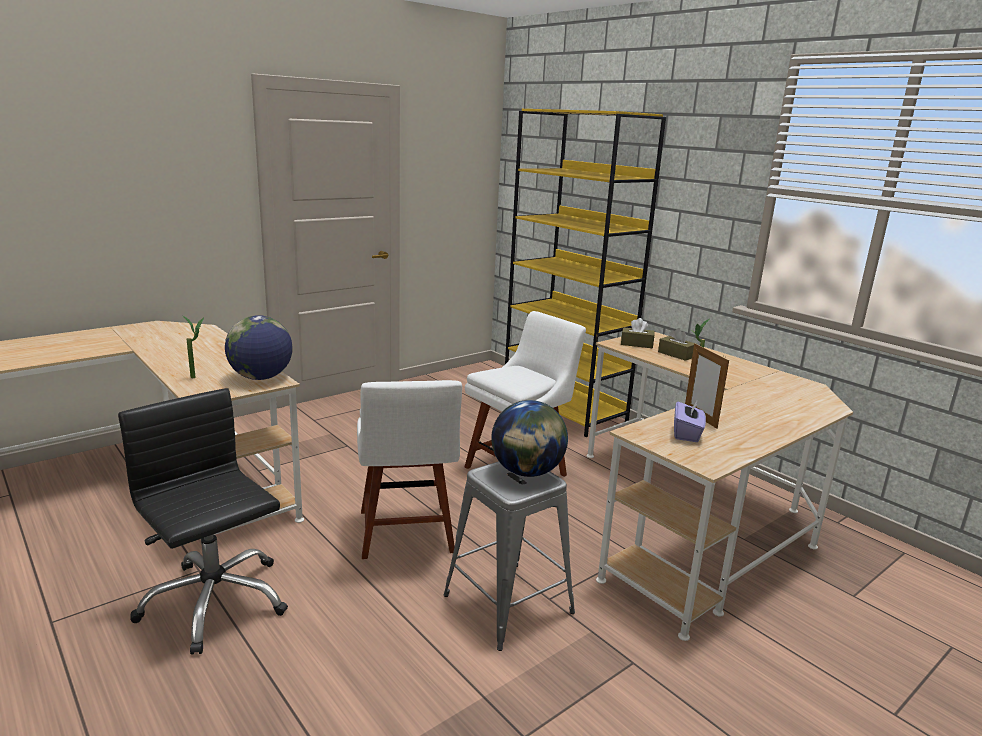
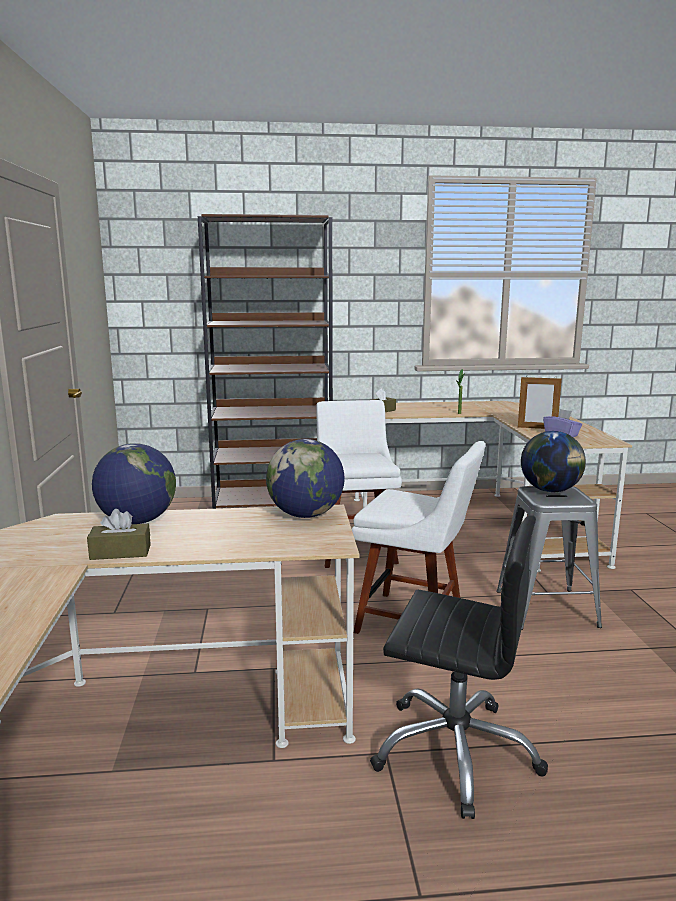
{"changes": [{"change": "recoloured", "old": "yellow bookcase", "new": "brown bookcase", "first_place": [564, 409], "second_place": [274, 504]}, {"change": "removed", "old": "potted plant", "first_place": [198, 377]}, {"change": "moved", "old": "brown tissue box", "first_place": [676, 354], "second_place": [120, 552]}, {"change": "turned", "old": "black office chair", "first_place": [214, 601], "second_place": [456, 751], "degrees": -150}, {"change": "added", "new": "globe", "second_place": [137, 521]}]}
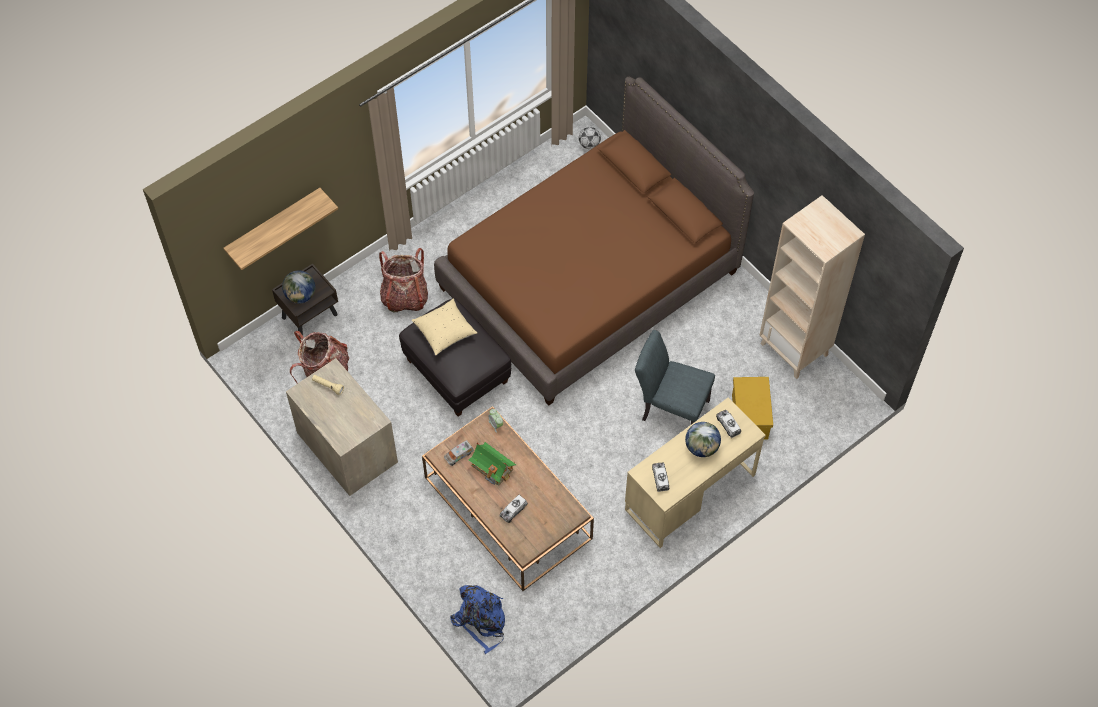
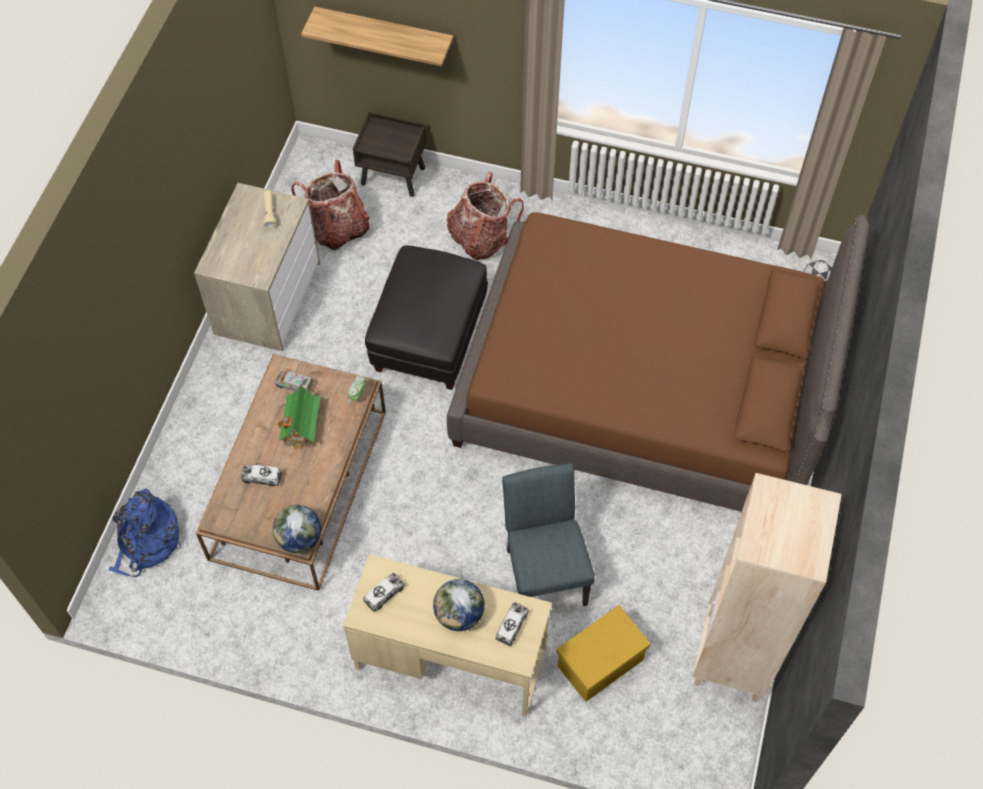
{"changes": [{"change": "moved", "old": "globe", "first_place": [301, 296], "second_place": [299, 539]}, {"change": "removed", "old": "beige pillow", "first_place": [445, 332]}]}
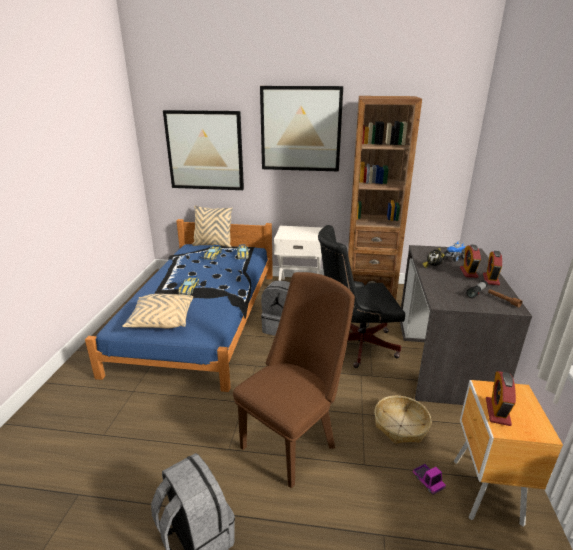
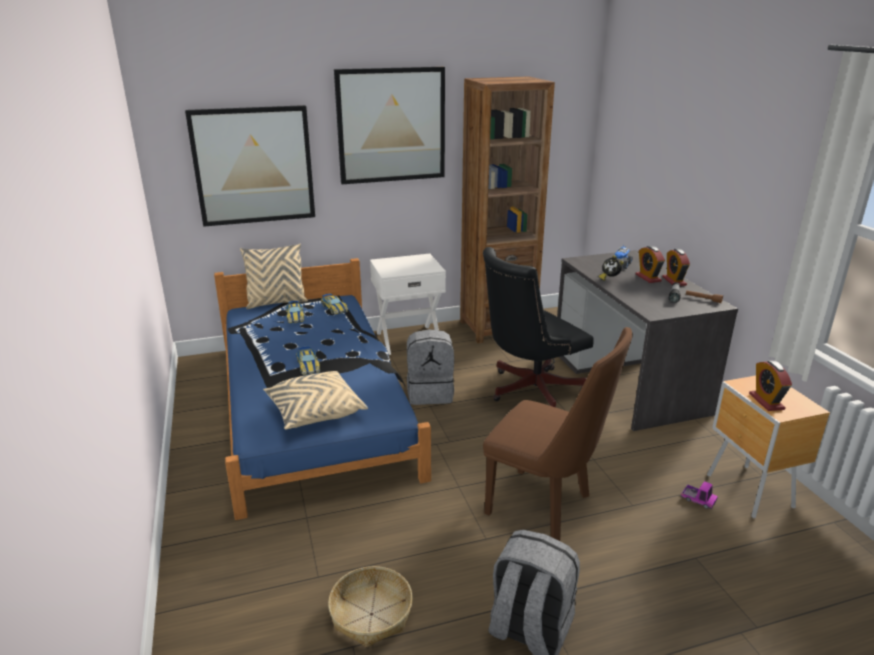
{"changes": [{"change": "turned", "old": "brown chair", "first_place": [293, 441], "second_place": [547, 508], "degrees": 105}, {"change": "moved", "old": "basket", "first_place": [400, 426], "second_place": [371, 614]}]}
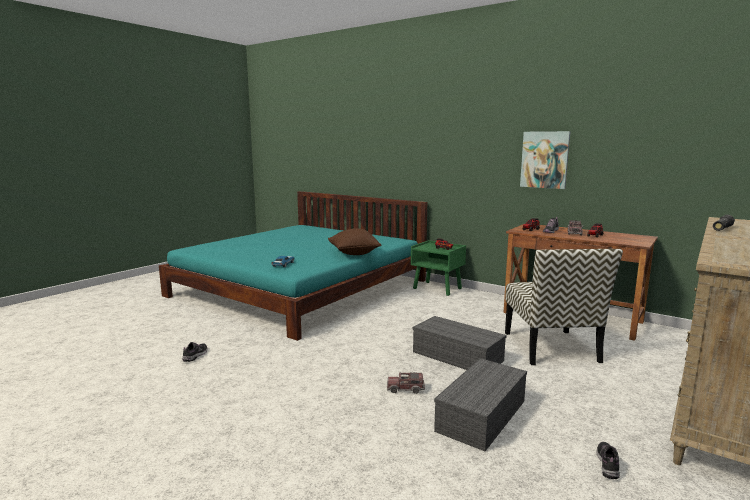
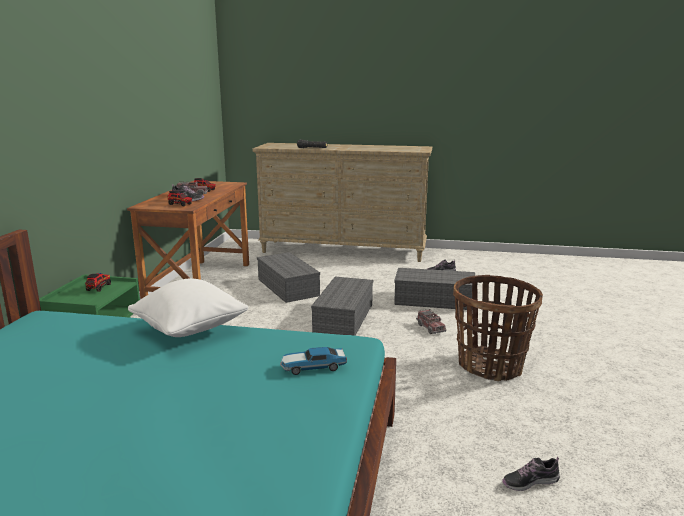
{"changes": [{"change": "removed", "old": "picture", "first_place": [544, 159]}, {"change": "recoloured", "old": "brown pillow", "new": "white pillow", "first_place": [354, 254], "second_place": [190, 331]}, {"change": "replaced", "old": "chair", "new": "grey storage box", "first_place": [551, 348], "second_place": [289, 287]}, {"change": "added", "new": "basket", "second_place": [490, 366]}]}
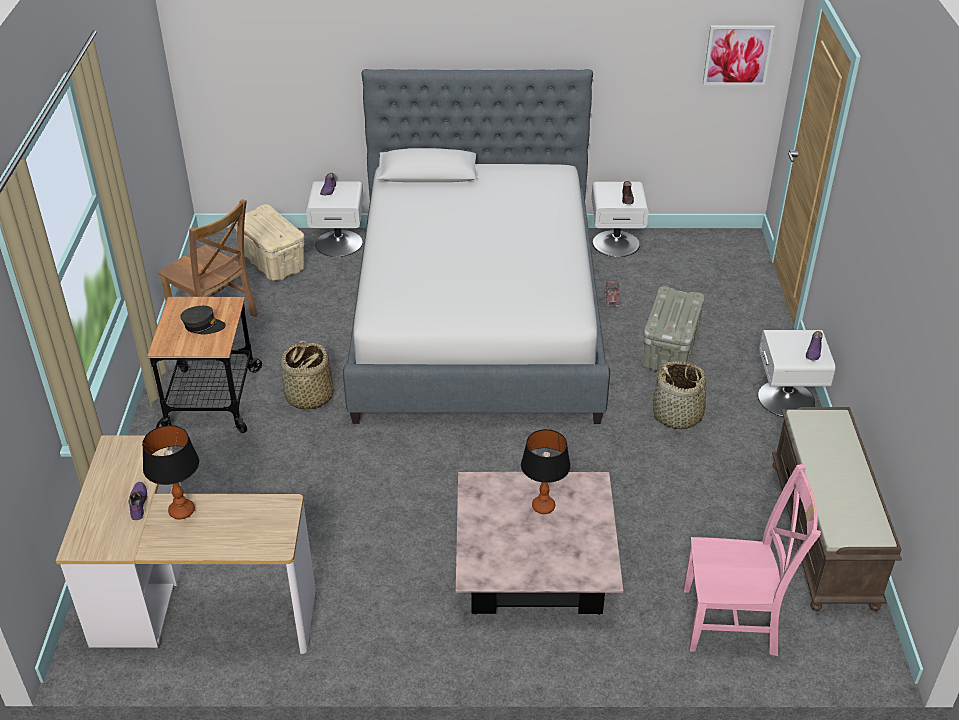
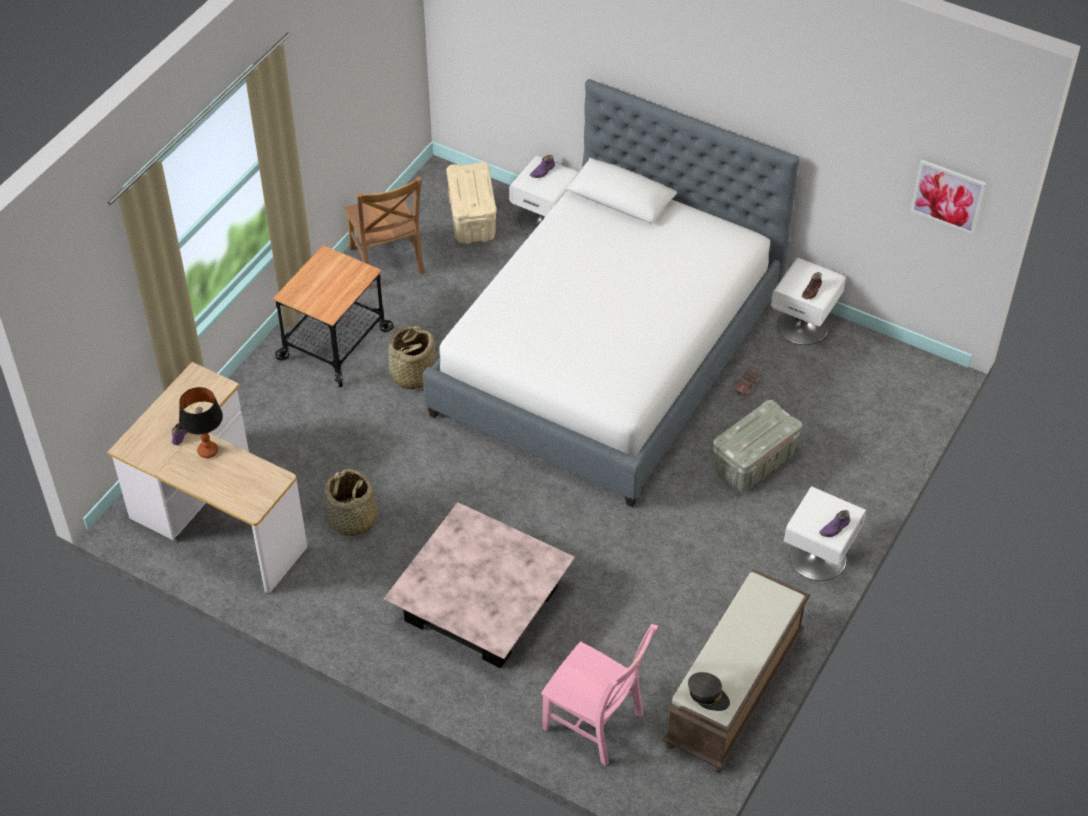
{"changes": [{"change": "moved", "old": "grey cap", "first_place": [203, 326], "second_place": [708, 695]}, {"change": "moved", "old": "basket", "first_place": [678, 415], "second_place": [352, 519]}, {"change": "removed", "old": "table lamp", "first_place": [543, 506]}]}
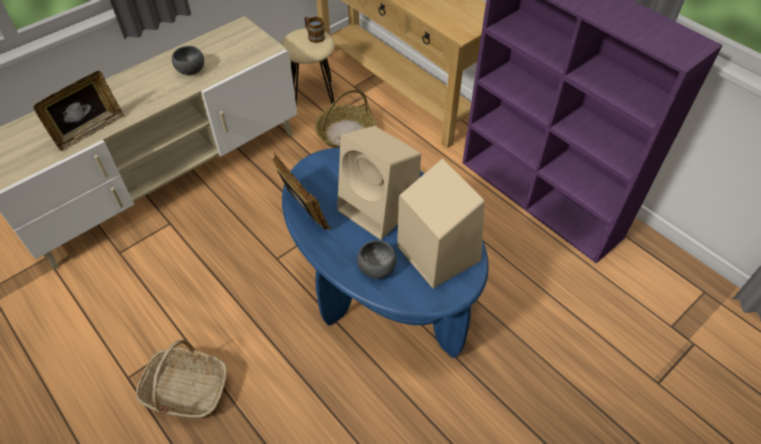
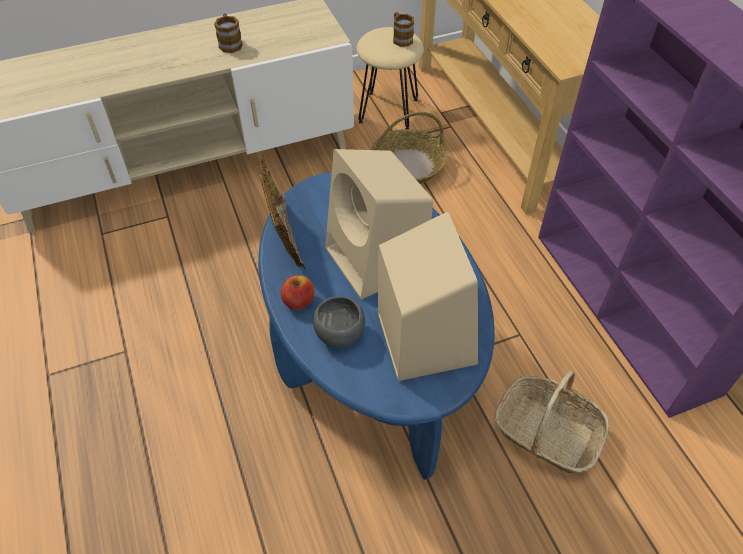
{"changes": [{"change": "replaced", "old": "grey bowl", "new": "mug", "first_place": [190, 70], "second_place": [230, 43]}, {"change": "removed", "old": "picture frame", "first_place": [89, 130]}, {"change": "moved", "old": "basket", "first_place": [186, 390], "second_place": [546, 432]}, {"change": "added", "new": "apple", "second_place": [298, 301]}]}
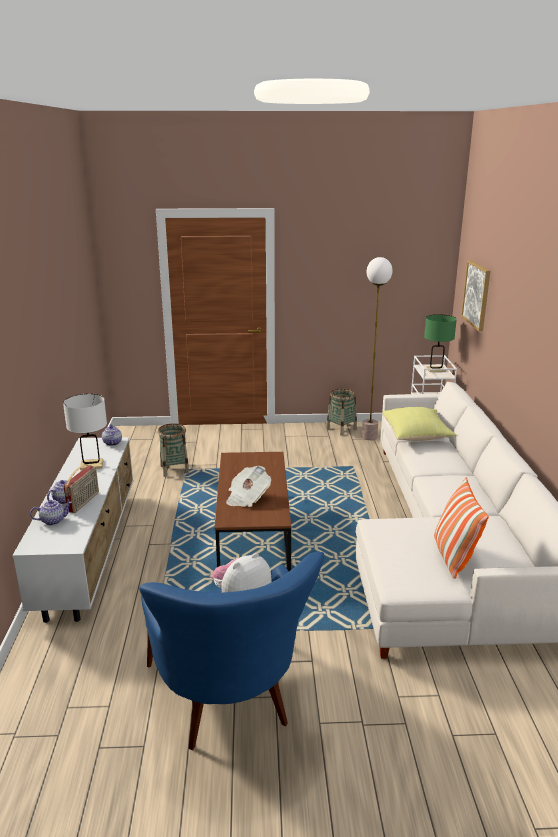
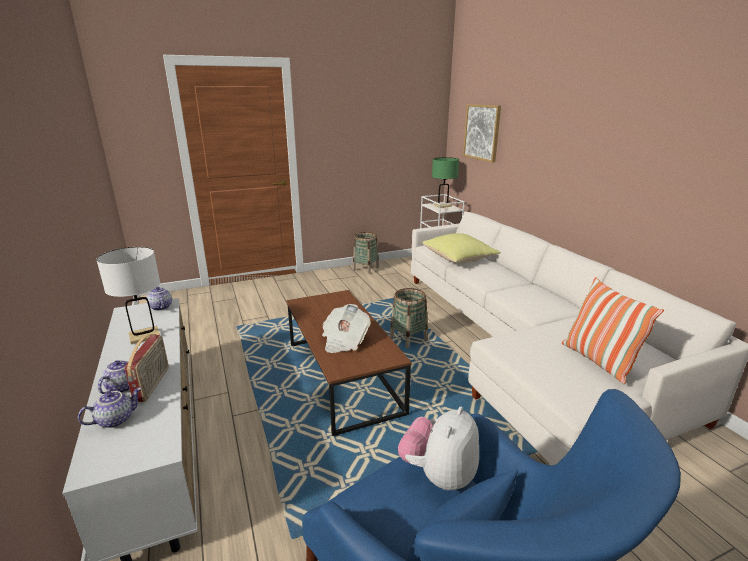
{"changes": [{"change": "removed", "old": "floor lamp", "first_place": [369, 437]}, {"change": "moved", "old": "basket", "first_place": [174, 469], "second_place": [408, 338]}]}
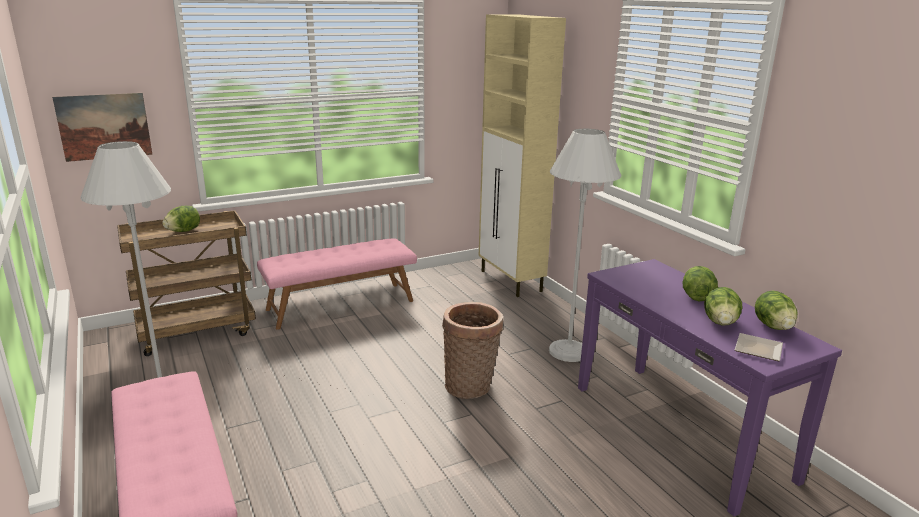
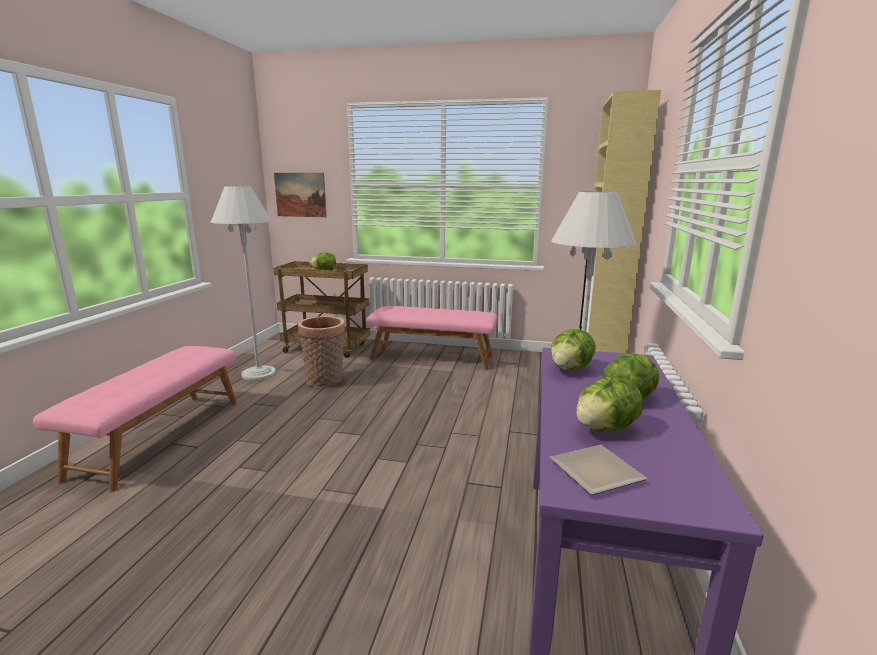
{"changes": [{"change": "moved", "old": "lettuce", "first_place": [773, 327], "second_place": [570, 369]}, {"change": "moved", "old": "basket", "first_place": [471, 386], "second_place": [325, 381]}]}
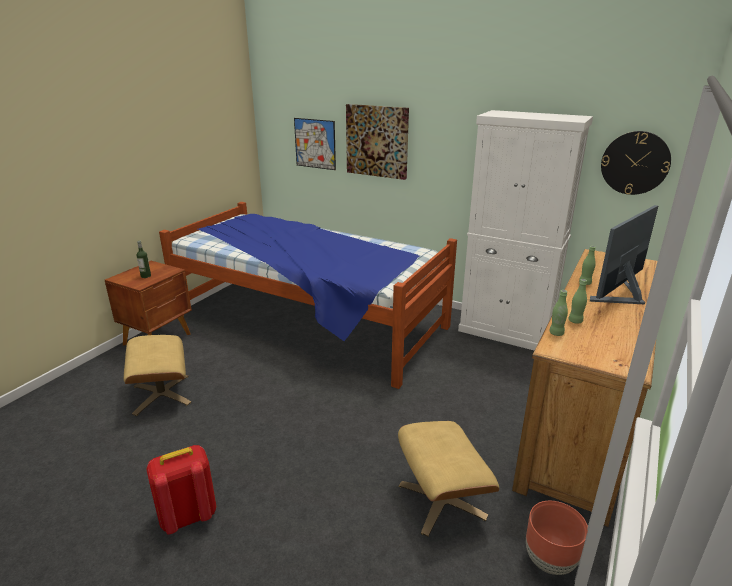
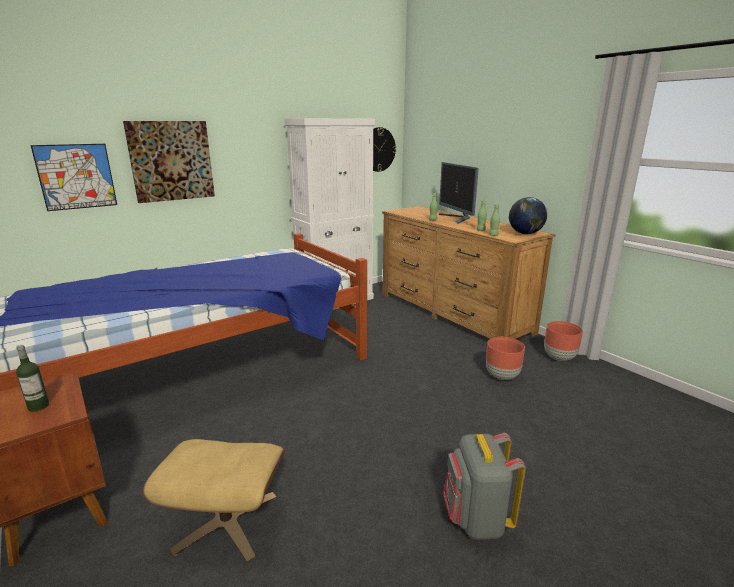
{"changes": [{"change": "replaced", "old": "beige ottoman", "new": "brown planter", "first_place": [441, 500], "second_place": [501, 376]}, {"change": "recoloured", "old": "red backpack", "new": "grey backpack", "first_place": [187, 516], "second_place": [476, 520]}, {"change": "added", "new": "globe", "second_place": [525, 234]}]}
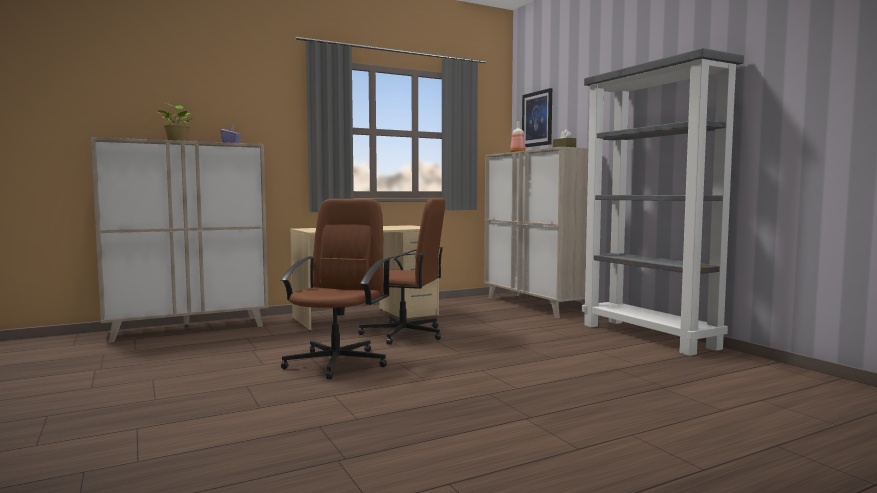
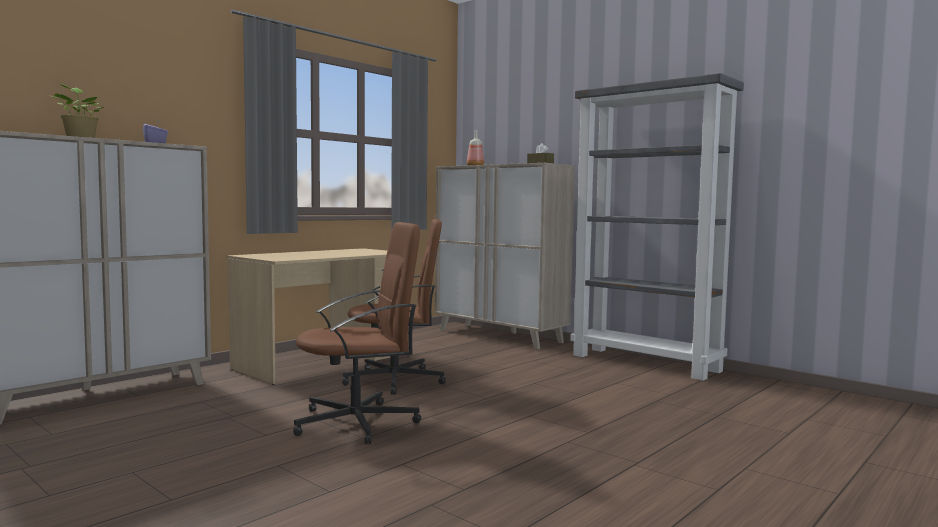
{"changes": [{"change": "removed", "old": "picture", "first_place": [537, 119]}, {"change": "turned", "old": "brown office chair", "first_place": [337, 362], "second_place": [358, 422], "degrees": 75}]}
